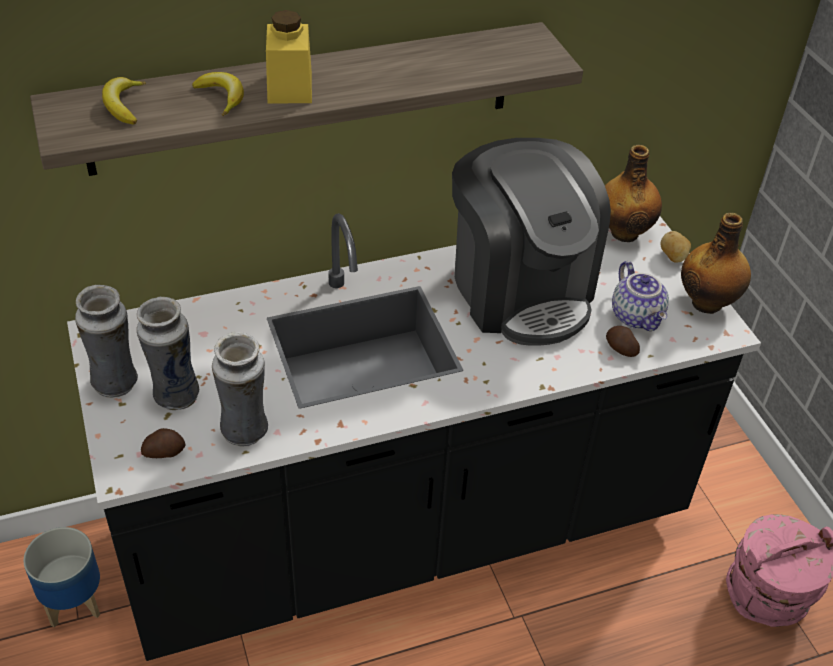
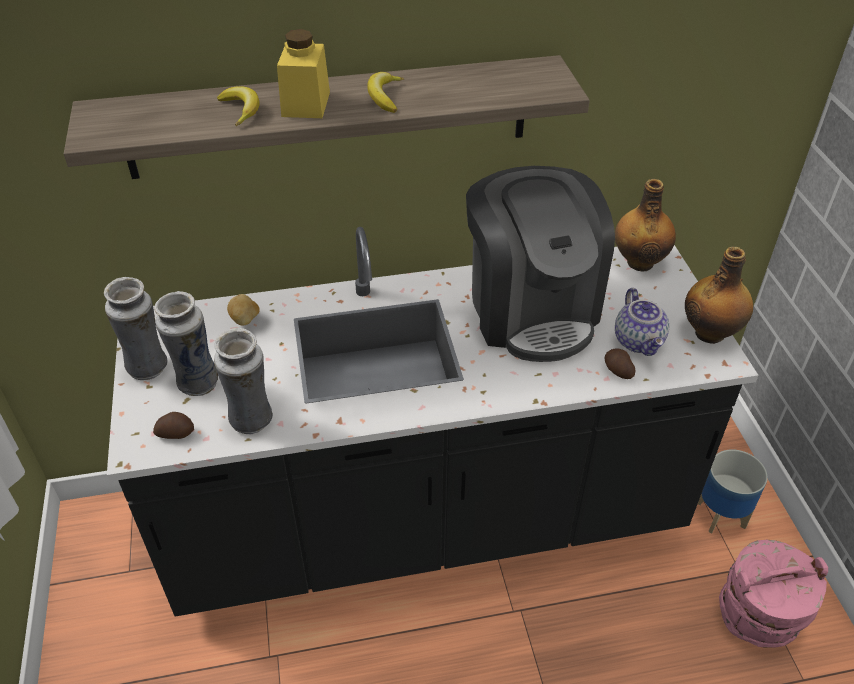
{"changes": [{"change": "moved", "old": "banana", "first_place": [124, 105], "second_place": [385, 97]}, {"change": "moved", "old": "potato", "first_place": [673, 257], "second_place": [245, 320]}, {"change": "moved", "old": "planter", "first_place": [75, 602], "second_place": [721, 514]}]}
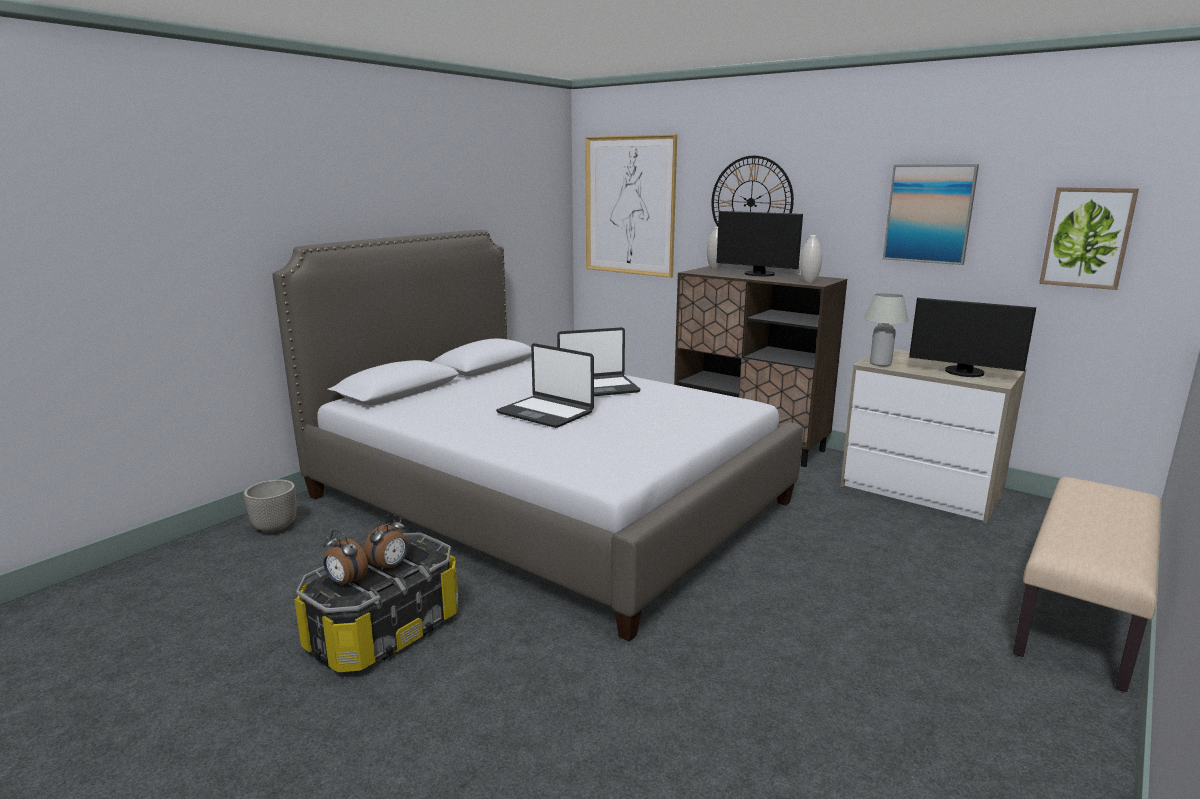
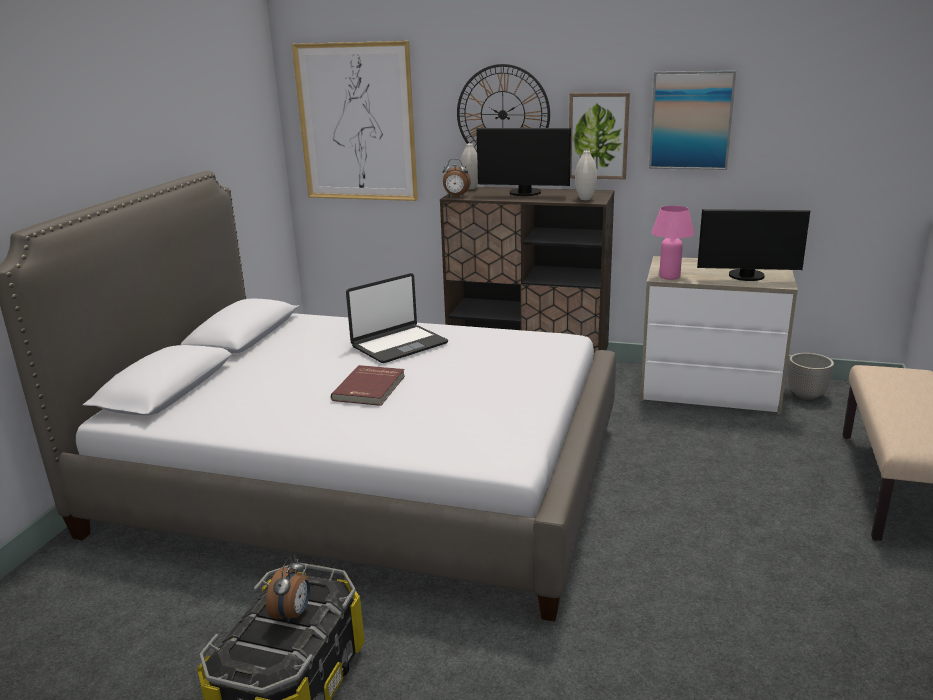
{"changes": [{"change": "moved", "old": "picture", "first_place": [1087, 237], "second_place": [598, 136]}, {"change": "recoloured", "old": "white table lamp", "new": "pink table lamp", "first_place": [880, 364], "second_place": [669, 277]}, {"change": "replaced", "old": "laptop", "new": "red book", "first_place": [546, 413], "second_place": [370, 388]}, {"change": "moved", "old": "planter", "first_place": [275, 528], "second_place": [806, 395]}, {"change": "moved", "old": "alarm clock", "first_place": [345, 582], "second_place": [456, 196]}]}
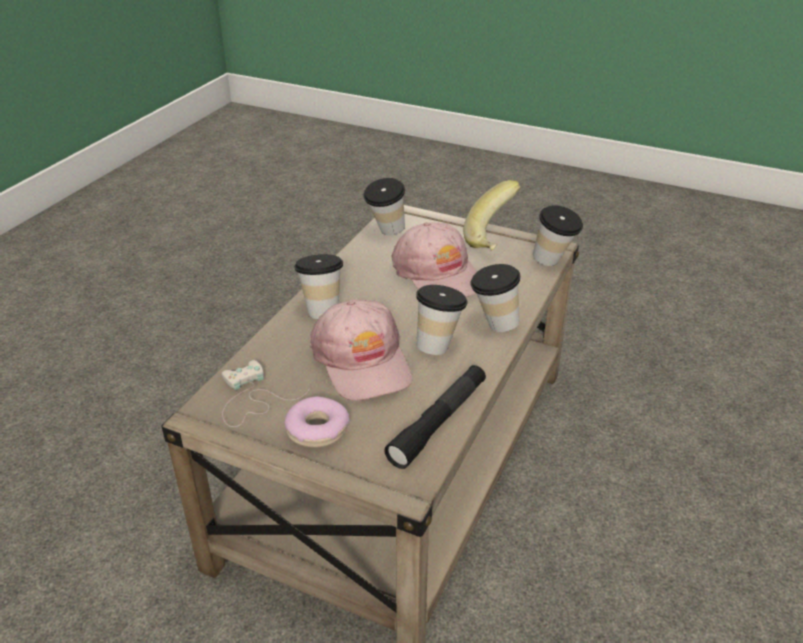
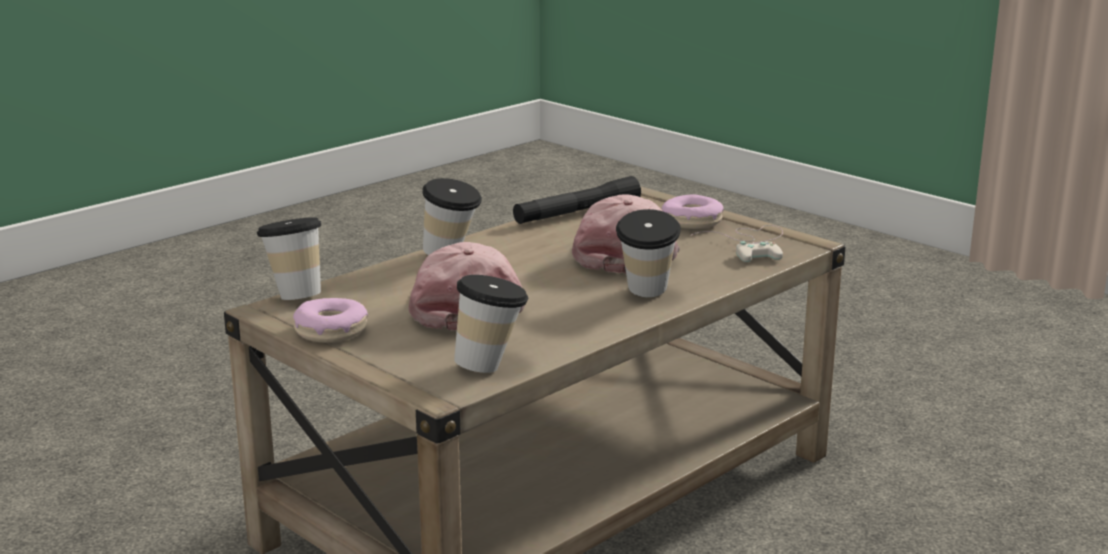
{"changes": [{"change": "replaced", "old": "banana", "new": "donut", "first_place": [495, 237], "second_place": [331, 331]}, {"change": "removed", "old": "cup", "first_place": [439, 345]}]}
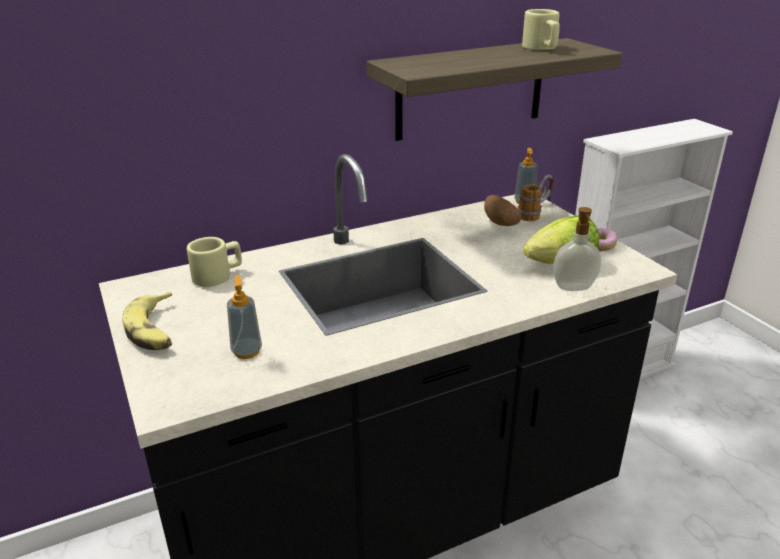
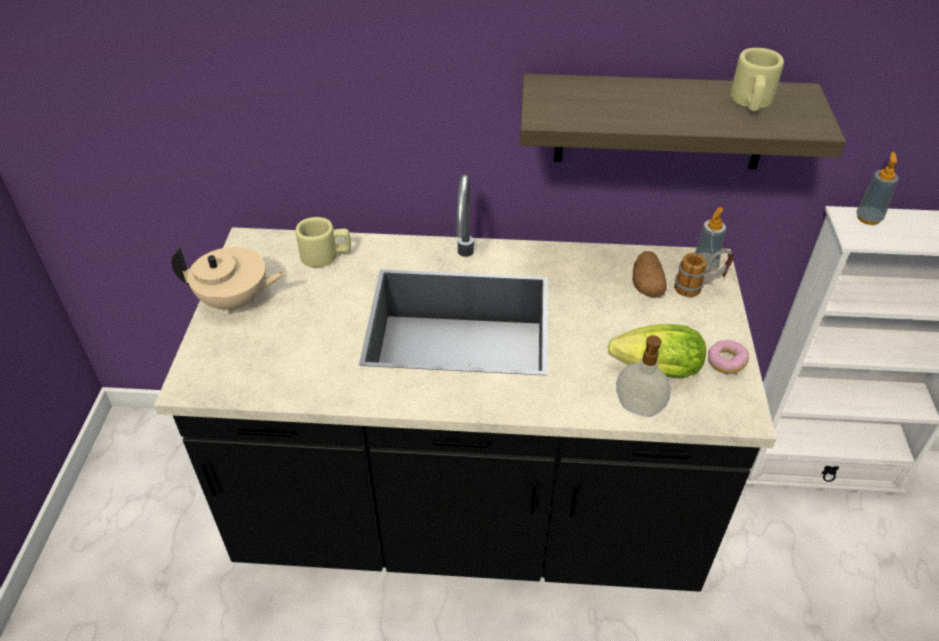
{"changes": [{"change": "moved", "old": "soap dispenser", "first_place": [247, 351], "second_place": [868, 218]}, {"change": "replaced", "old": "banana", "new": "beige teapot", "first_place": [155, 330], "second_place": [235, 301]}]}
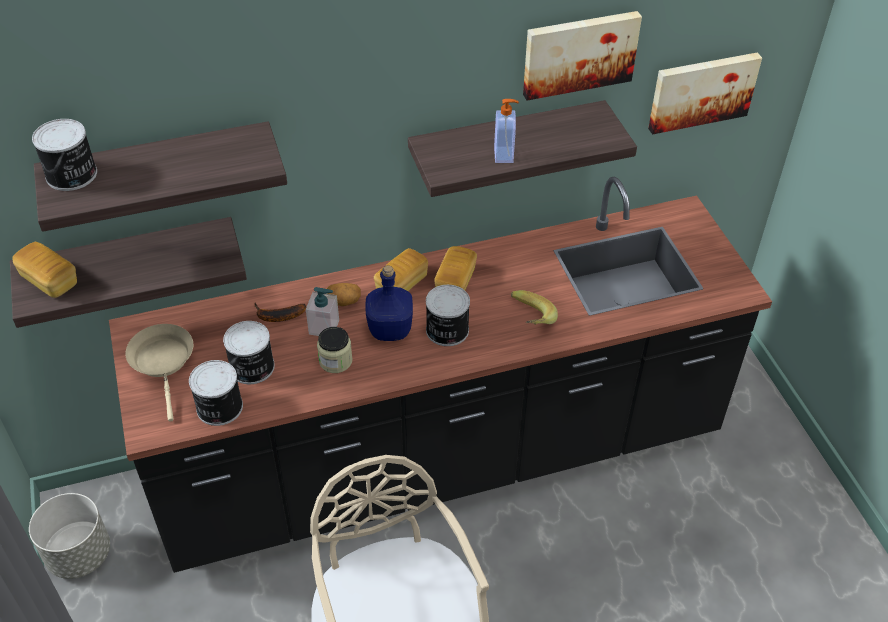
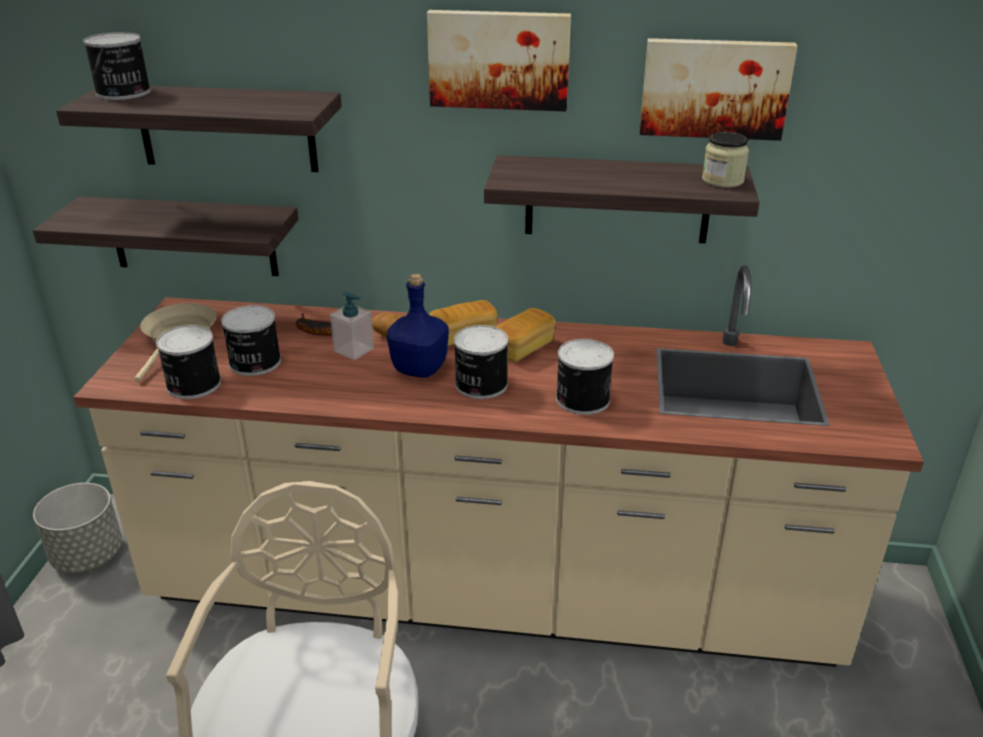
{"changes": [{"change": "moved", "old": "picture", "first_place": [702, 90], "second_place": [499, 59]}, {"change": "removed", "old": "soap dispenser", "first_place": [504, 155]}, {"change": "recoloured", "old": "black counter", "new": "beige counter", "first_place": [442, 461], "second_place": [491, 593]}, {"change": "removed", "old": "bread", "first_place": [49, 280]}, {"change": "replaced", "old": "banana", "new": "can", "first_place": [528, 320], "second_place": [581, 399]}, {"change": "moved", "old": "jar", "first_place": [335, 361], "second_place": [722, 180]}]}
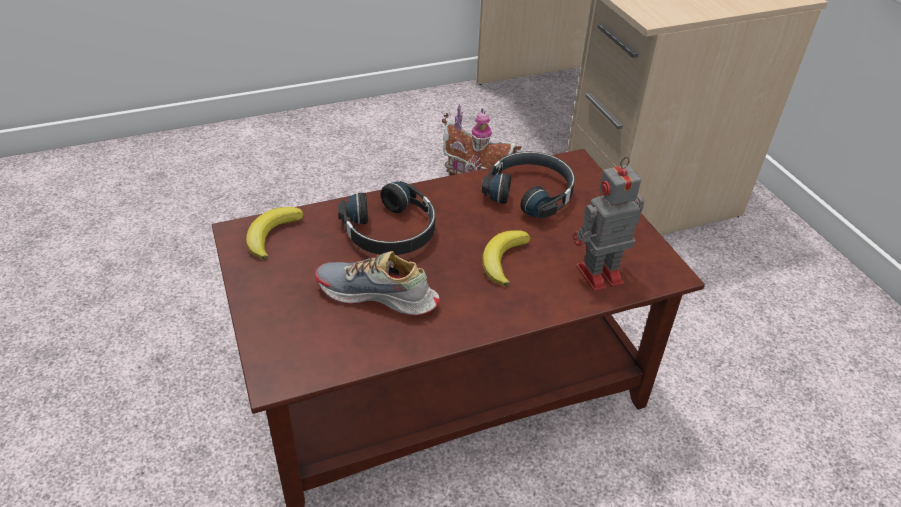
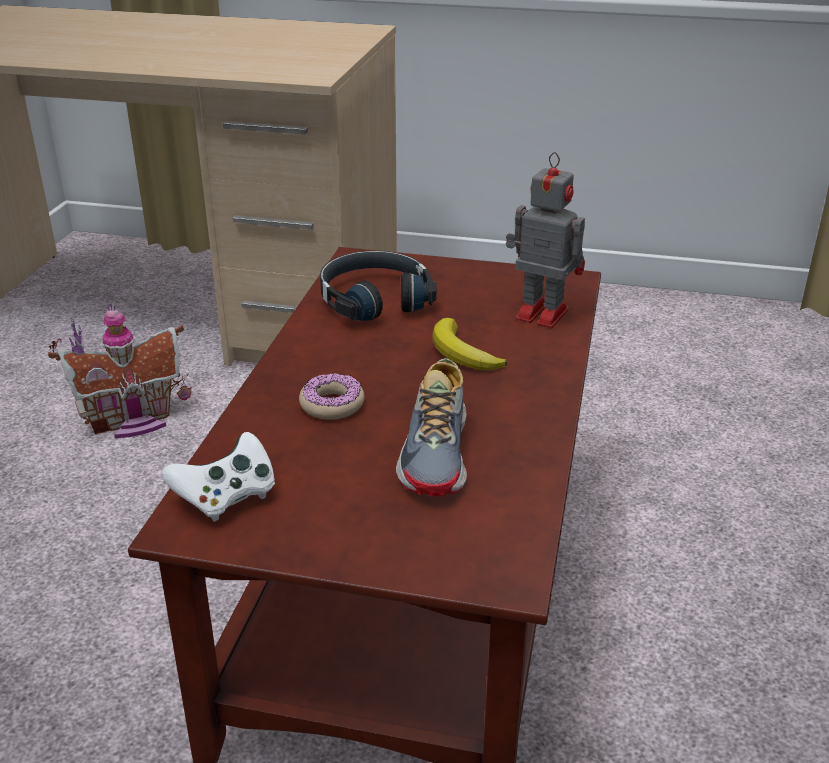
{"changes": [{"change": "turned", "old": "toy robot", "first_place": [597, 275], "second_place": [539, 313], "degrees": 105}, {"change": "replaced", "old": "black headphones", "new": "donut", "first_place": [391, 231], "second_place": [332, 404]}, {"change": "replaced", "old": "banana", "new": "white game controller", "first_place": [272, 235], "second_place": [226, 498]}, {"change": "turned", "old": "shoe", "first_place": [377, 296], "second_place": [438, 452], "degrees": -45}]}
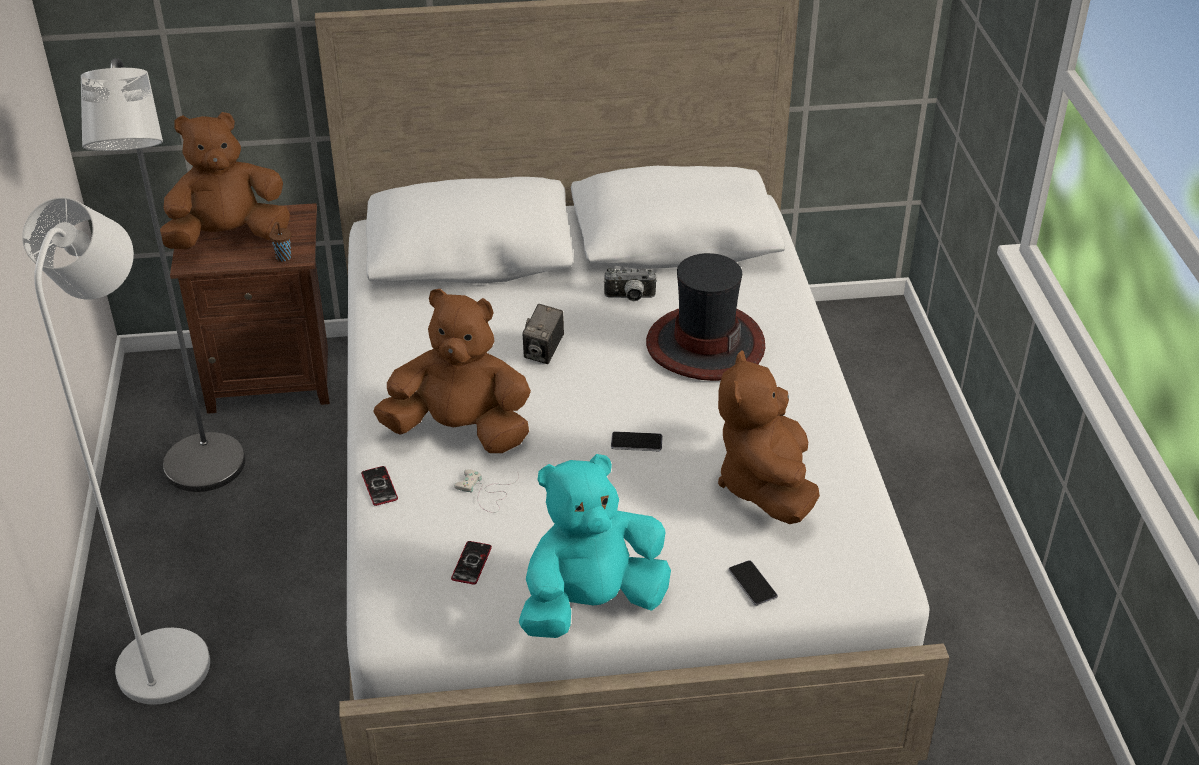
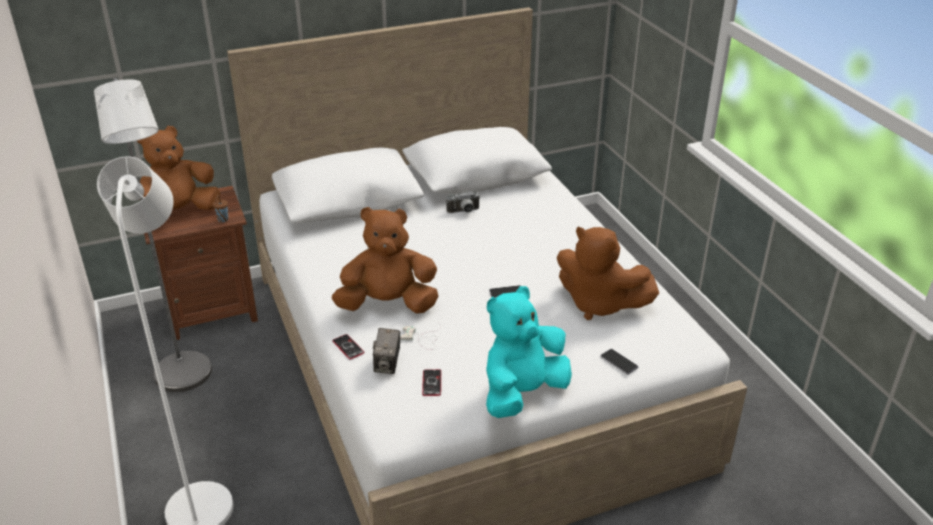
{"changes": [{"change": "removed", "old": "hat", "first_place": [704, 345]}, {"change": "moved", "old": "photo camera", "first_place": [544, 352], "second_place": [387, 365]}, {"change": "turned", "old": "brown plush toy", "first_place": [765, 485], "second_place": [599, 304], "degrees": -45}]}
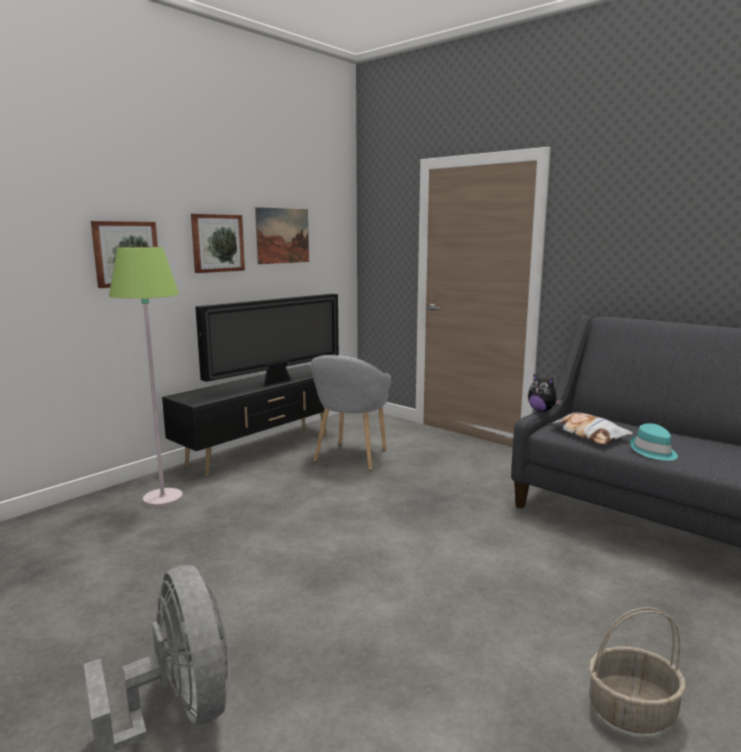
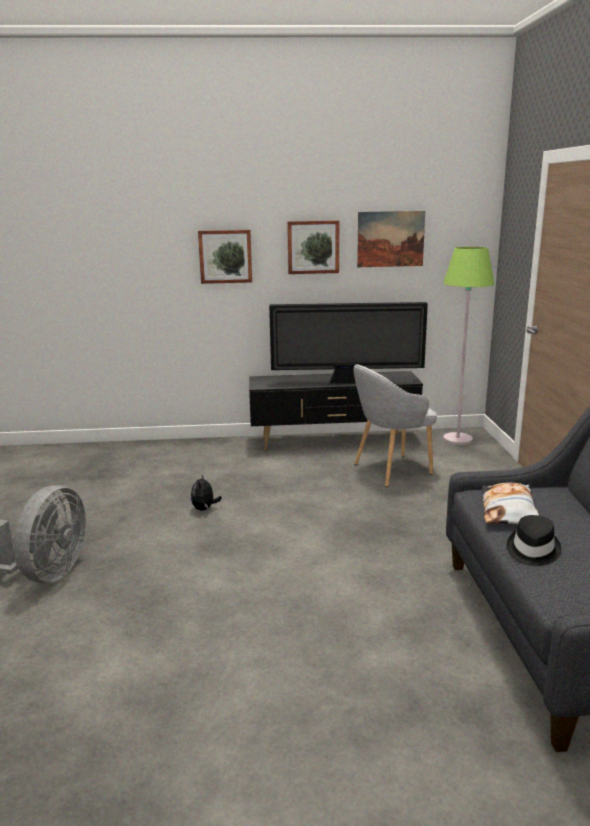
{"changes": [{"change": "moved", "old": "green floor lamp", "first_place": [162, 499], "second_place": [457, 439]}, {"change": "moved", "old": "plush toy", "first_place": [542, 410], "second_place": [204, 509]}, {"change": "recoloured", "old": "turquoise hat", "new": "black hat", "first_place": [653, 451], "second_place": [532, 550]}, {"change": "removed", "old": "basket", "first_place": [632, 710]}]}
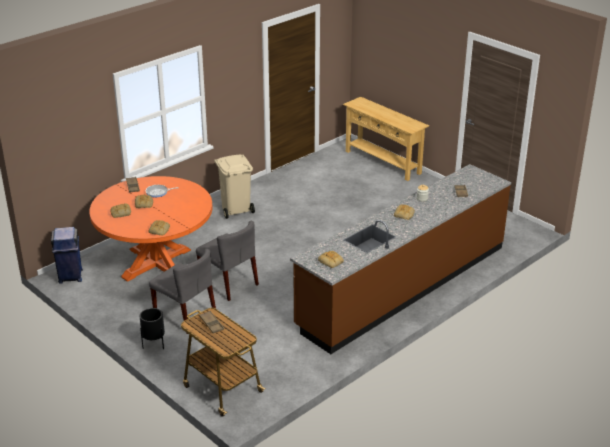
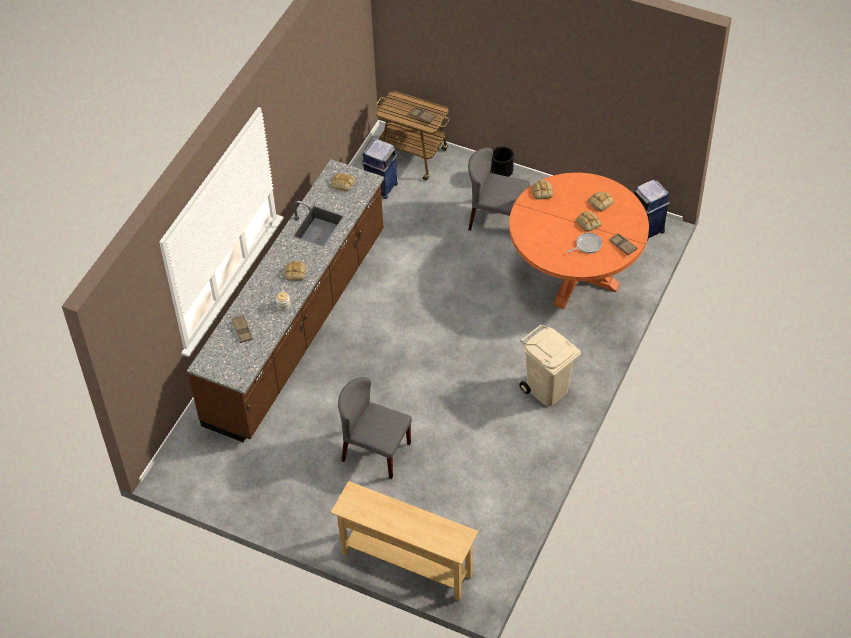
{"changes": [{"change": "moved", "old": "grey chair", "first_place": [229, 283], "second_place": [375, 452]}, {"change": "added", "new": "blue trash can", "second_place": [381, 187]}]}
